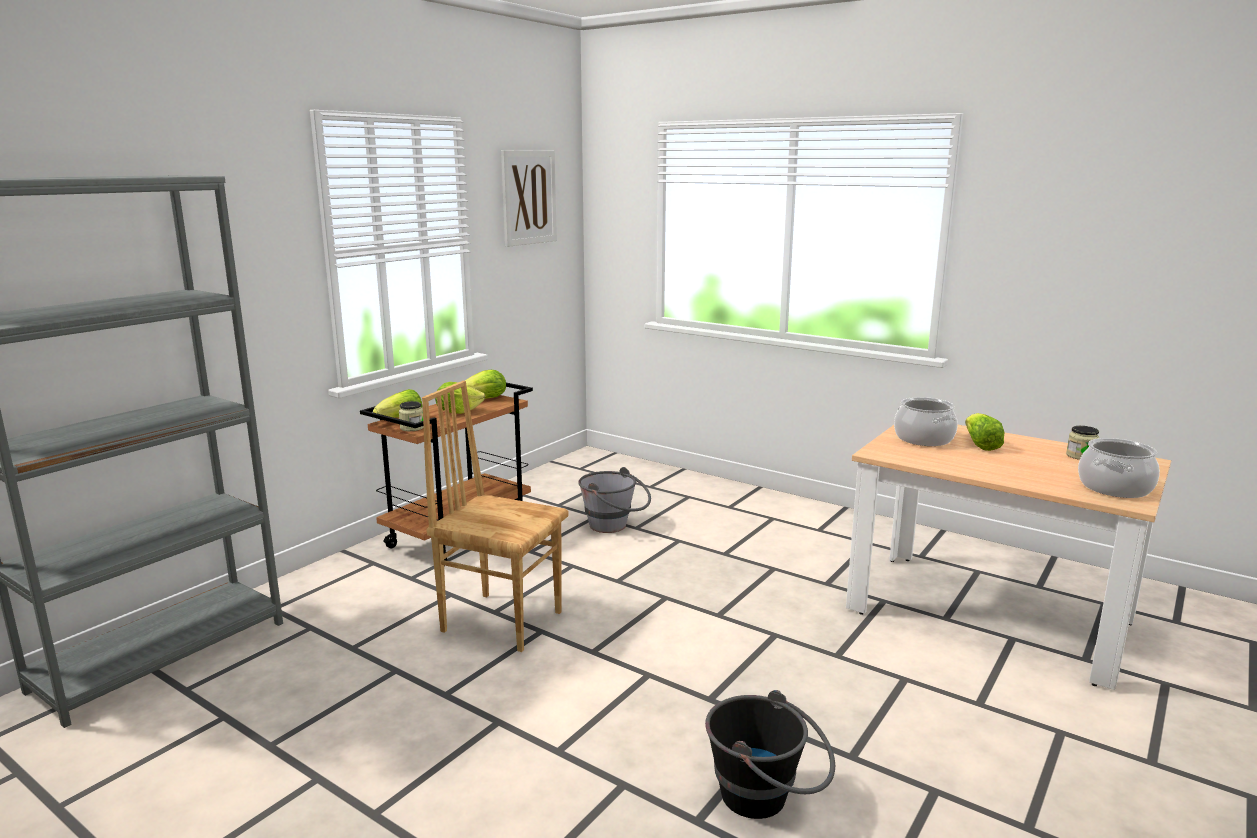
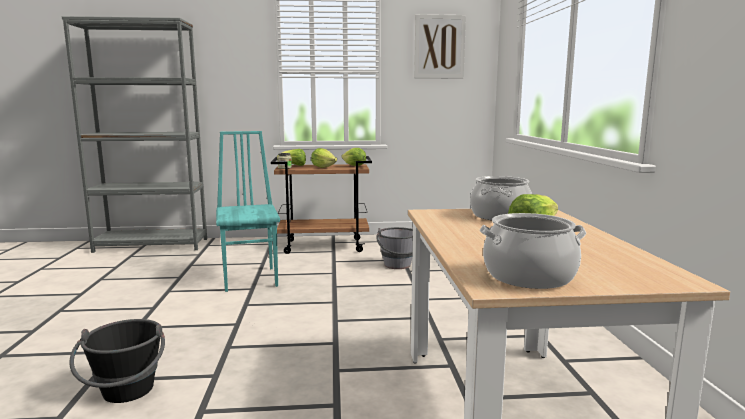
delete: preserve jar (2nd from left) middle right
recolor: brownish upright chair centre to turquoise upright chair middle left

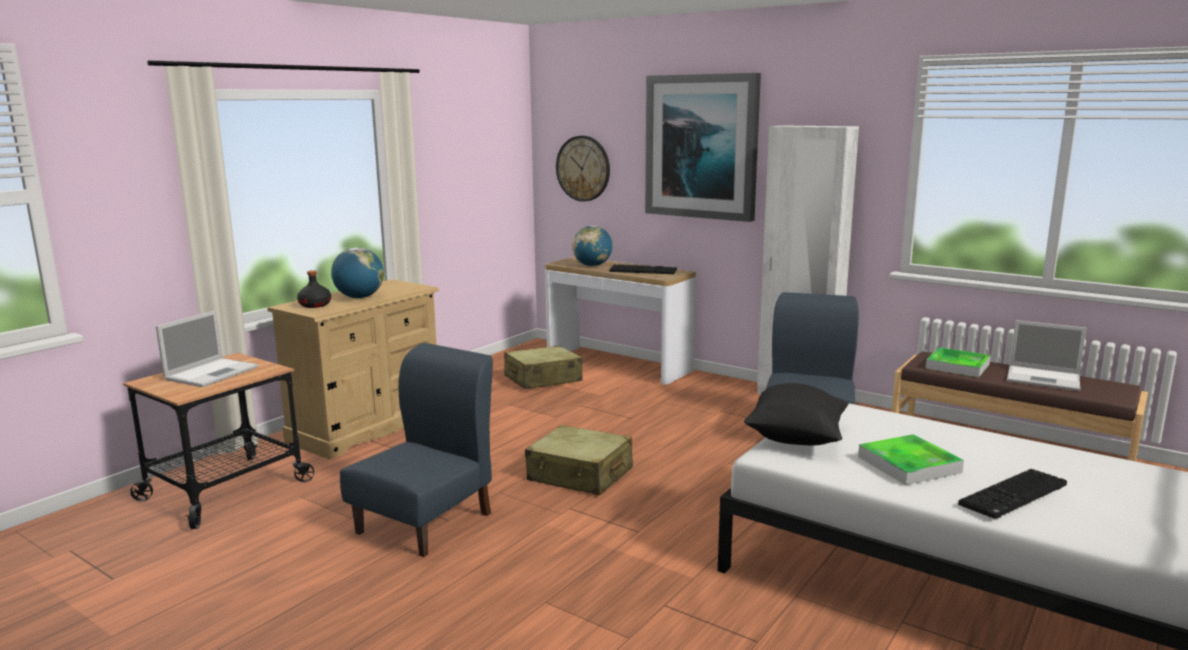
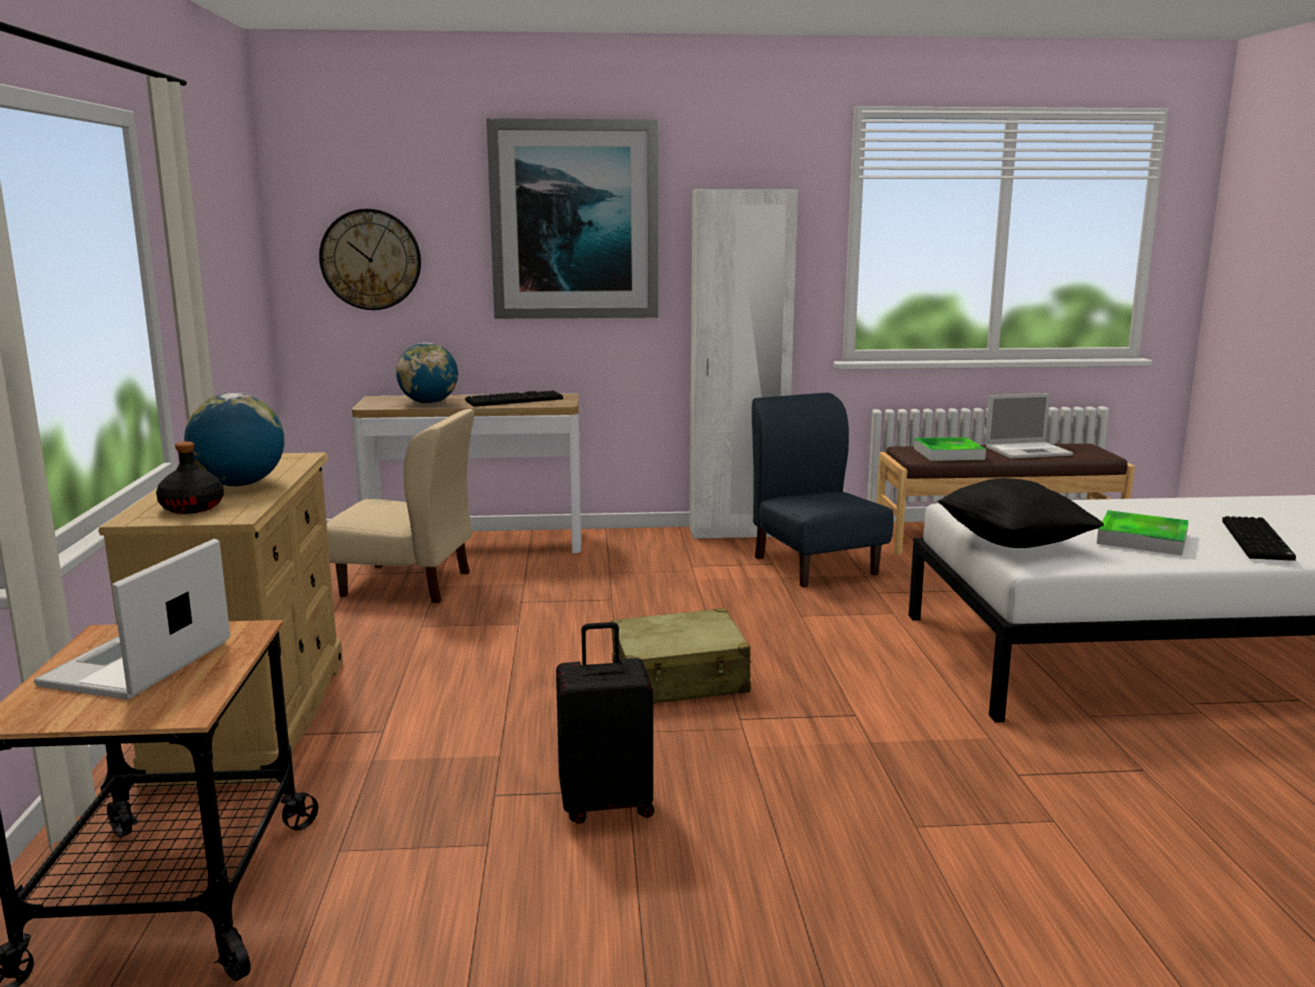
replace: blue-coloured upright chair (1st from left) bottom centre to black-coloured travel case bottom centre; beige travel case (1st from left) centre to beige upright chair middle left
rotate: notebook computer (1st from left) middle left = middle left 150 degrees counterclockwise

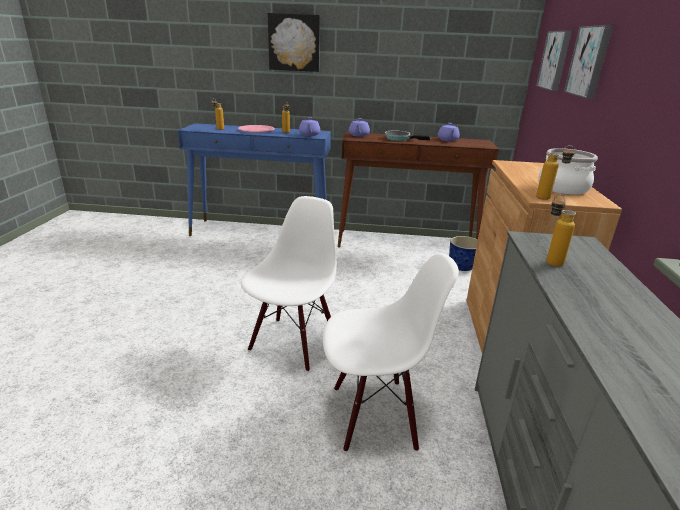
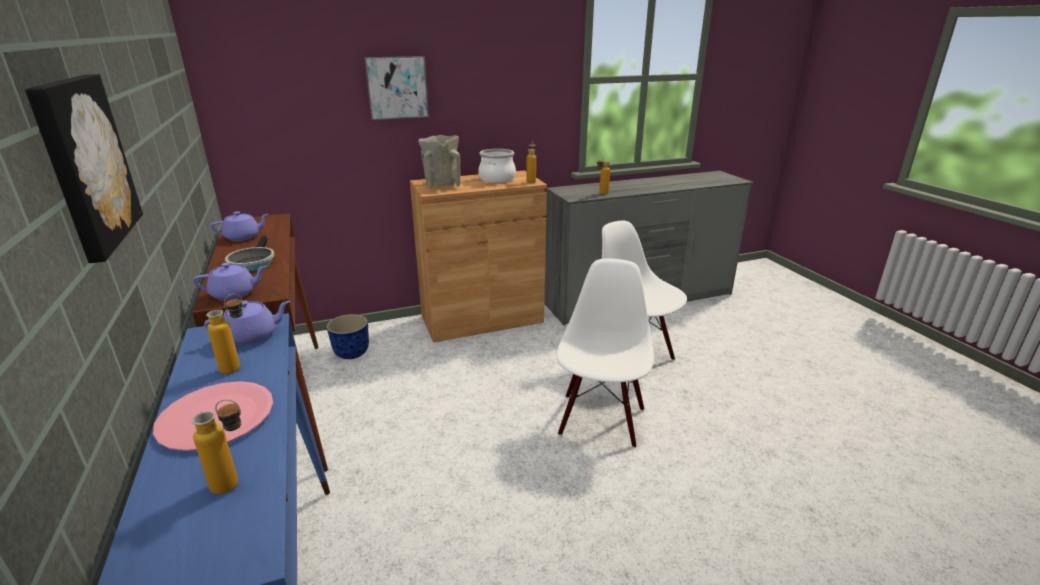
delete: picture (2nd from left) top right
insert: beige vase top centre
rotate: white-coloured upright chair (1st from left) centre = centre 105 degrees clockwise

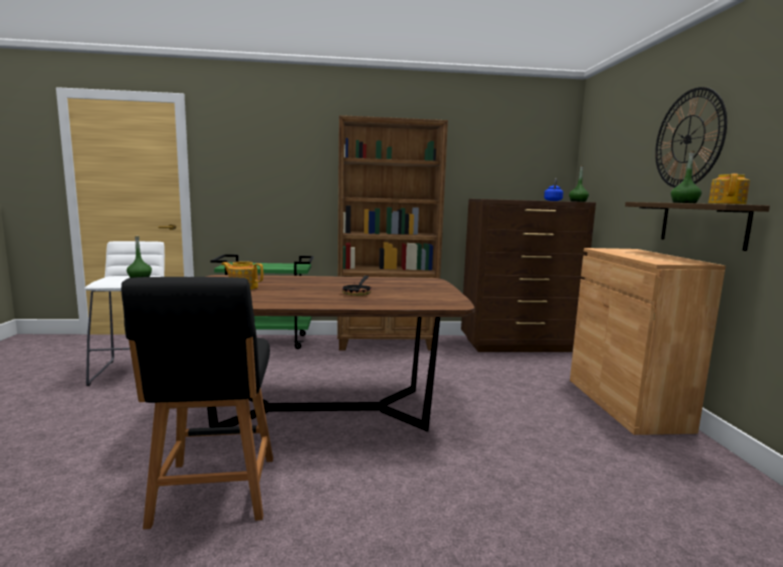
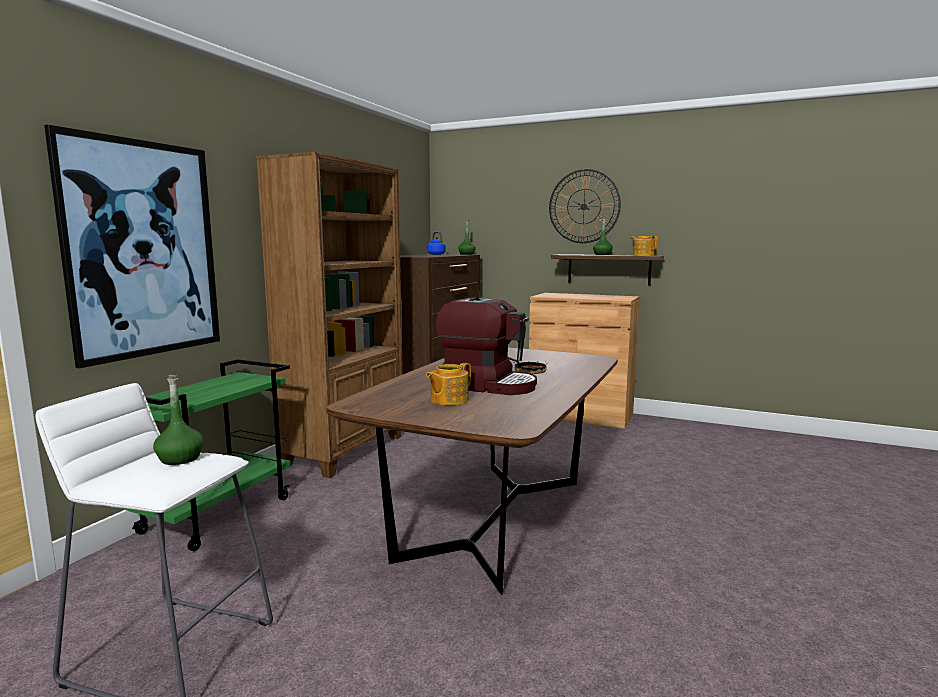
delete: black-coloured upright chair bottom left
insert: picture middle left; coffee maker centre

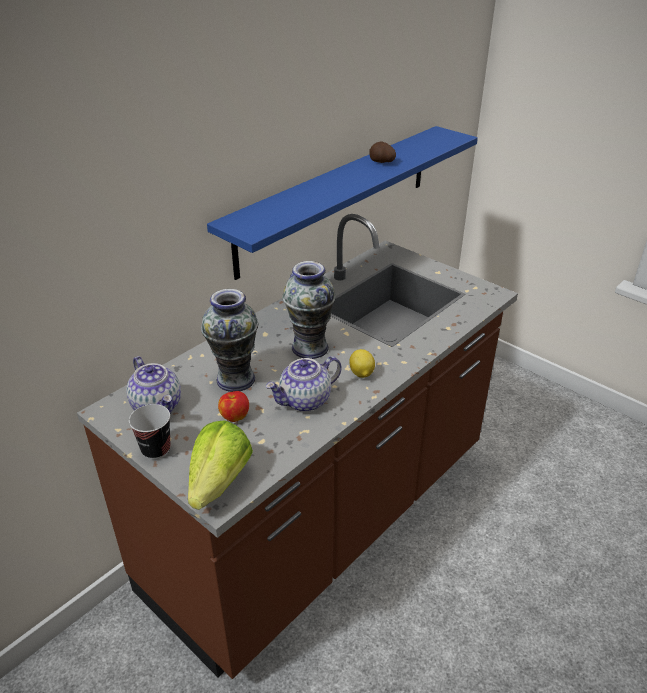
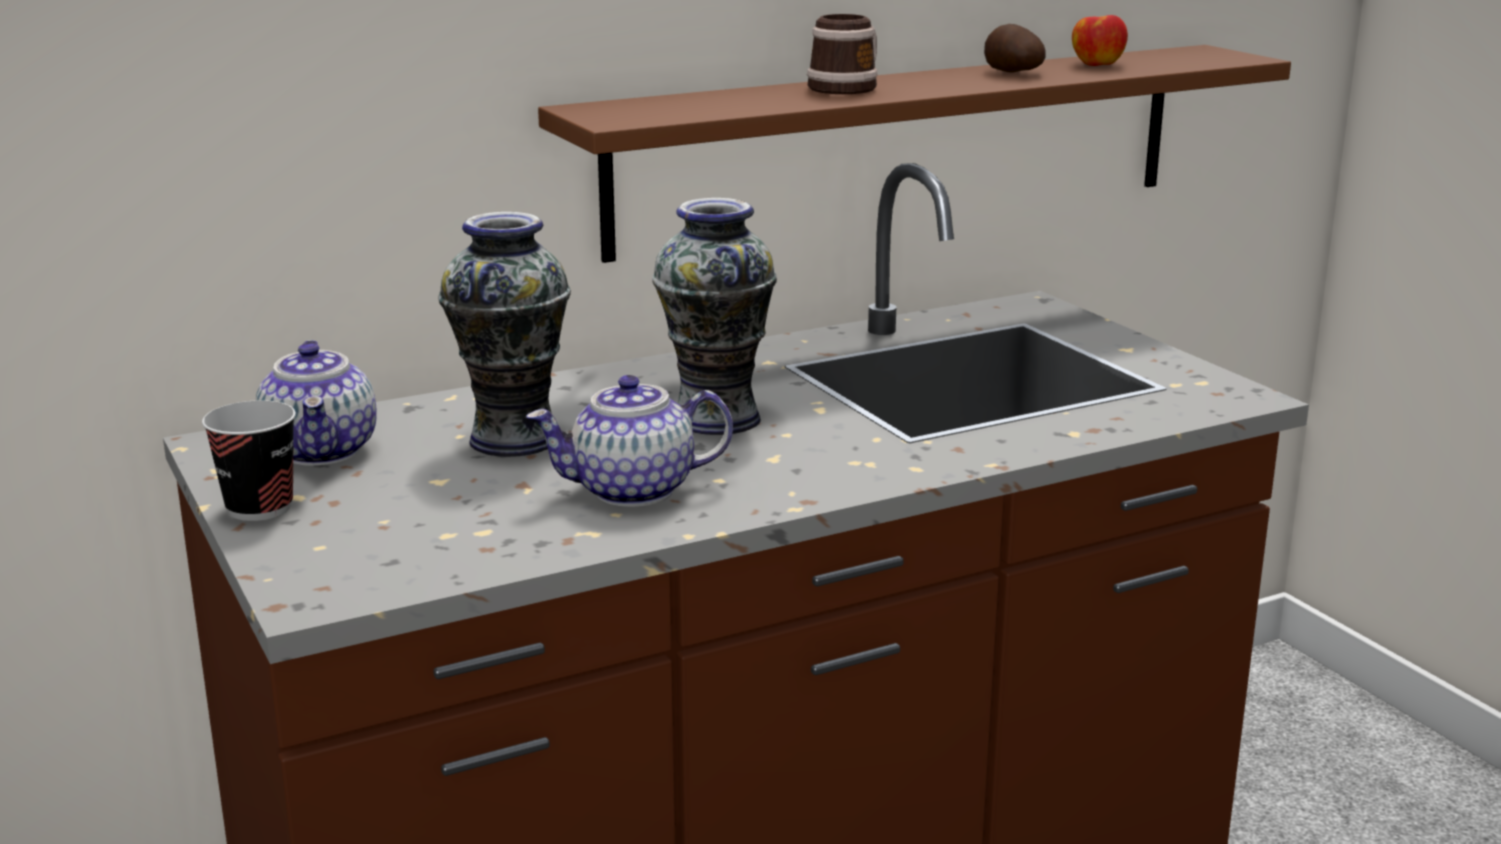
delete: whole lemon centre; lettuce bottom centre
insert: coffee mug top centre
move: apple fruit centre to top right
recolor: blue-coloured shelf top centre to brownish shelf top centre

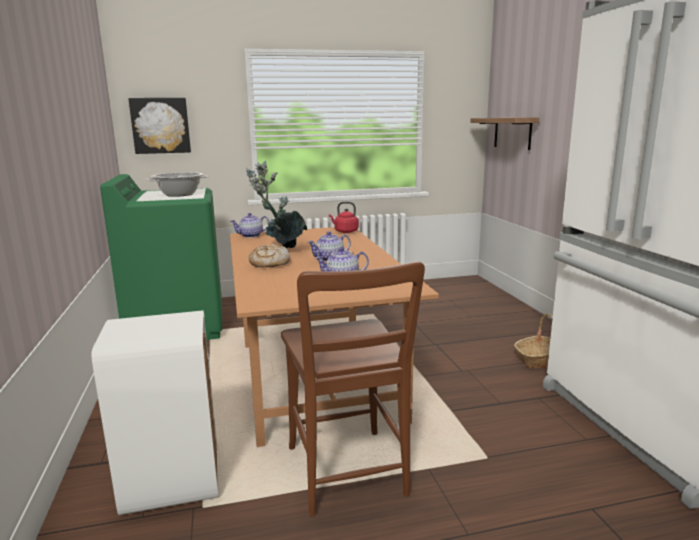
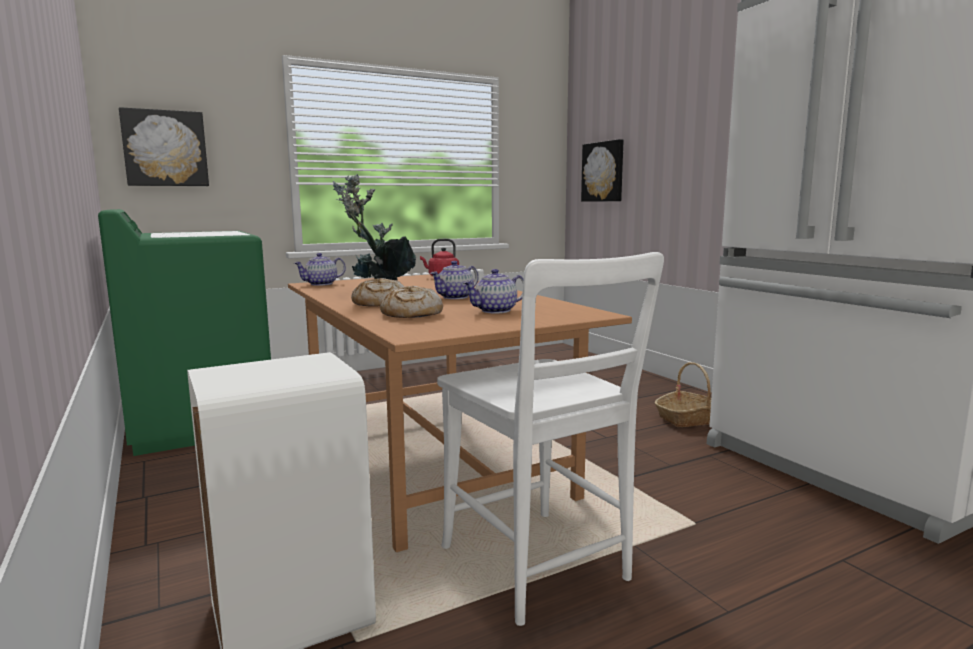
delete: stockpot middle left
insert: bread (2nd from left) centre
replace: shelf top right to picture (2nd from left) top centre
recolor: brownish upright chair bottom centre to white-coloured upright chair bottom centre

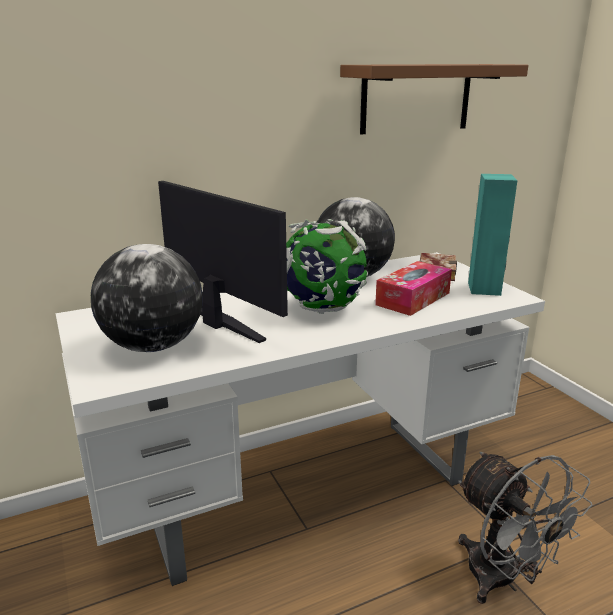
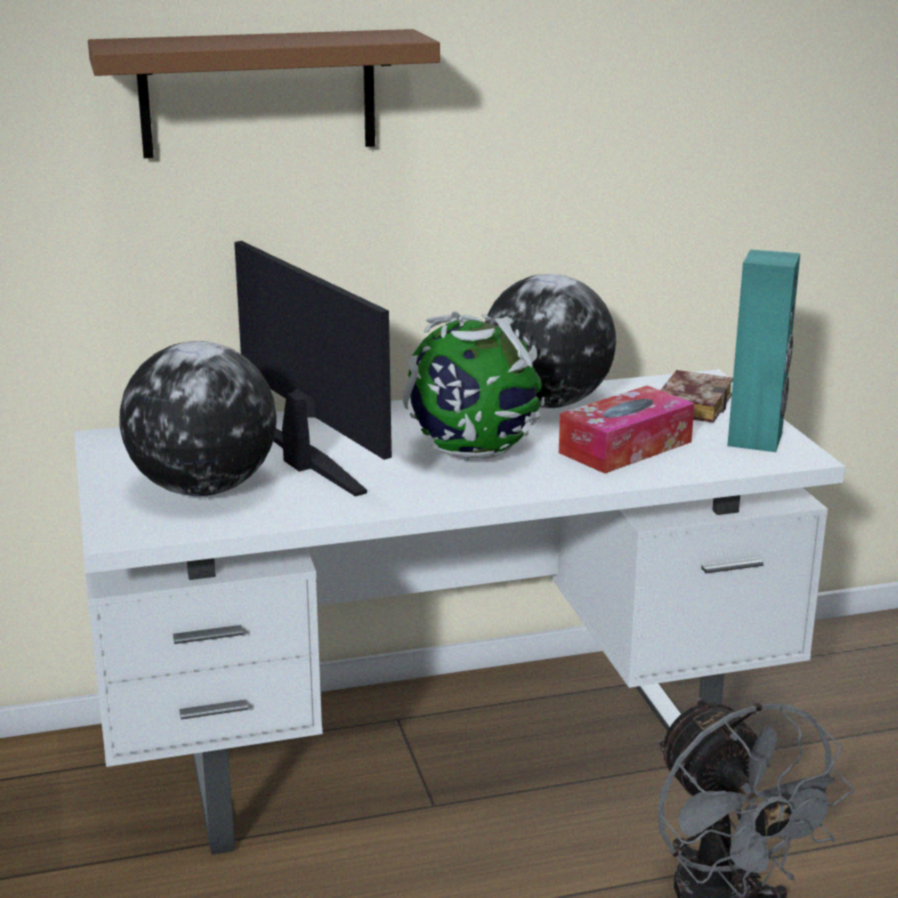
move: brownish shelf top right to top left

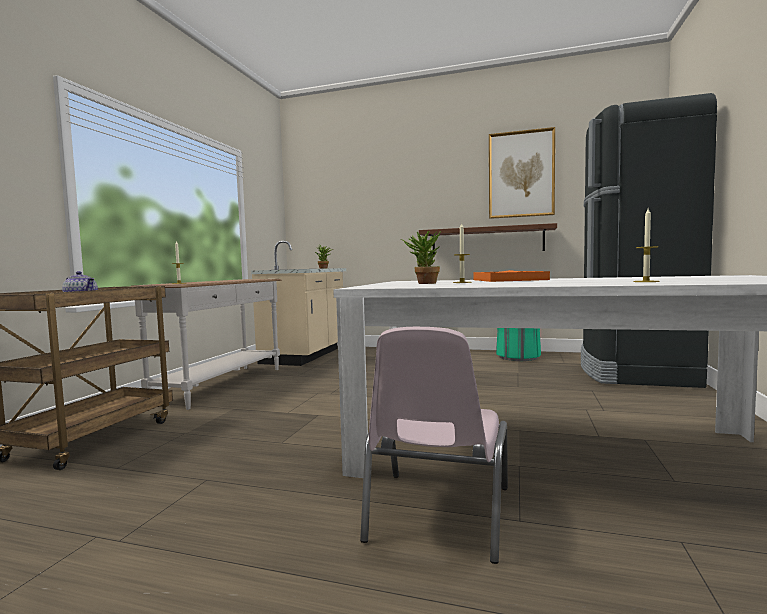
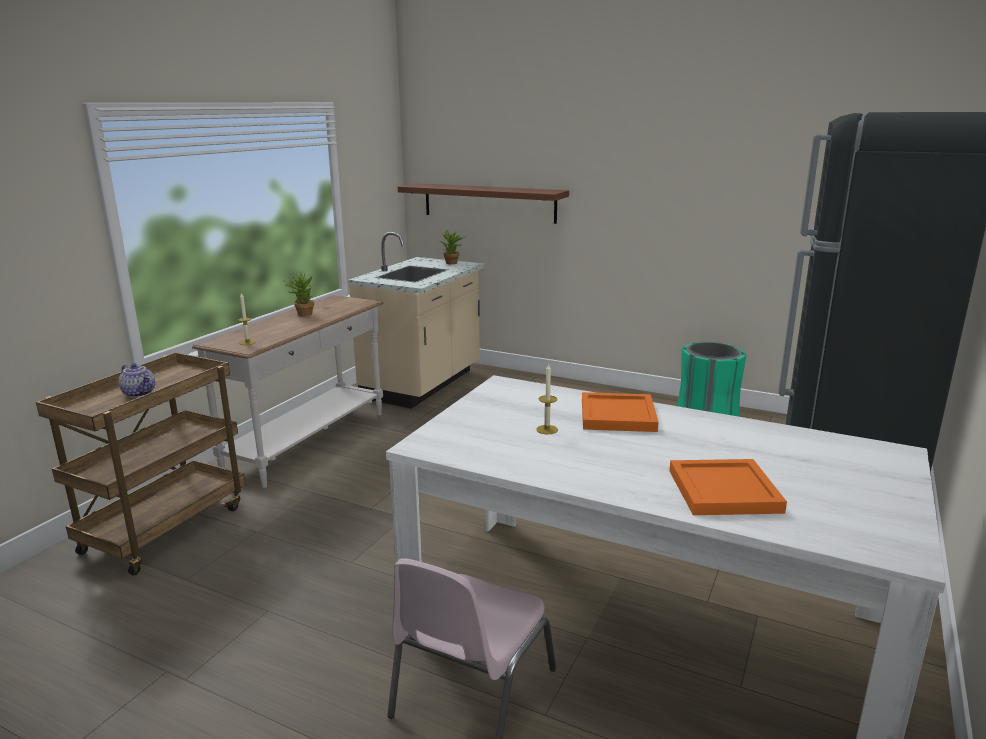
delete: picture top right
move: brownish shelf centre to top centre; potted plant (2nd from left in the first image) centre to potted plant (1st from left) middle left
replace: wax candle (3rd from left) middle right to orange-coloured carrying tray (2nd from left) middle right

